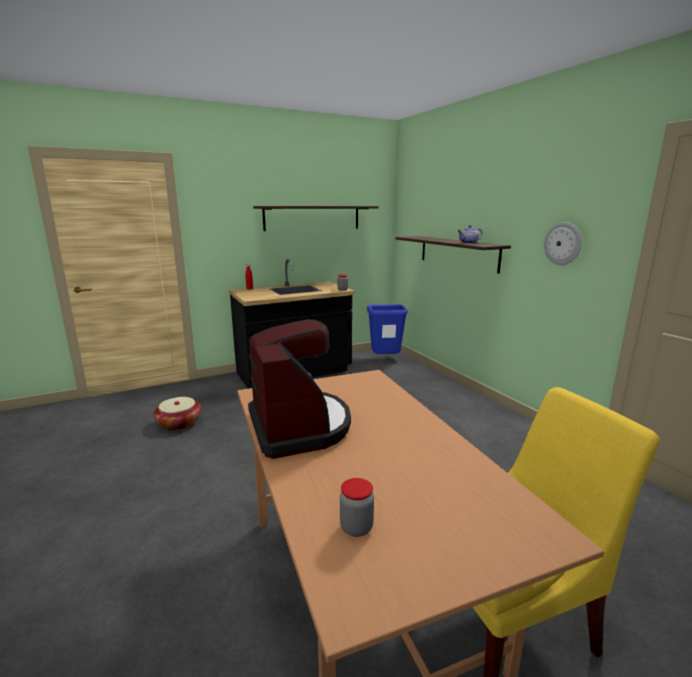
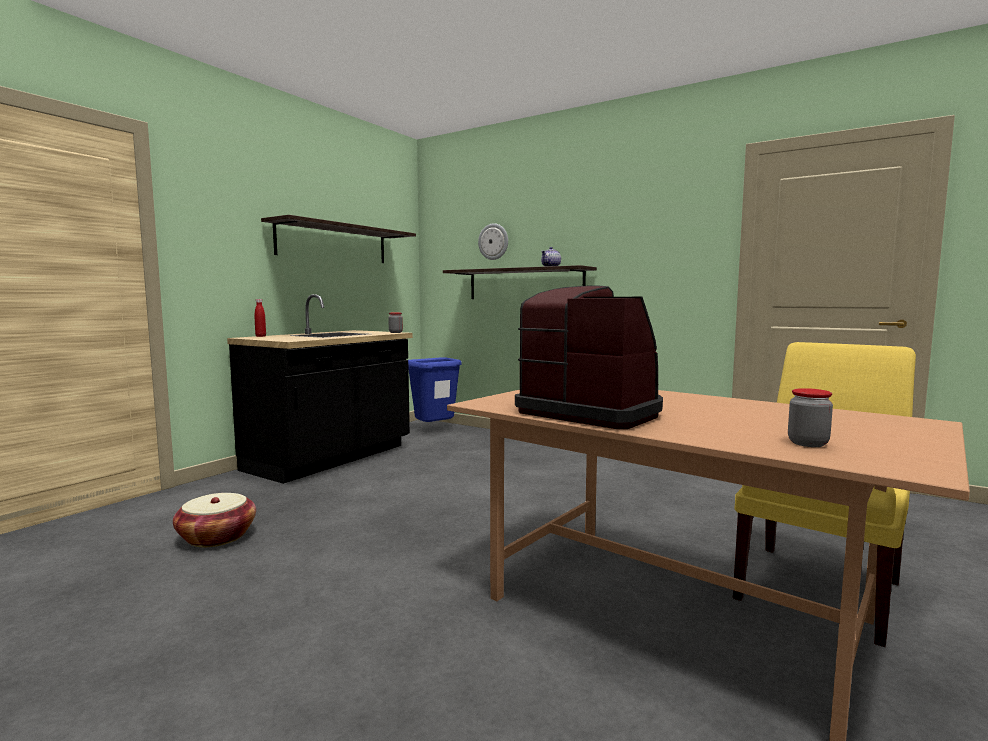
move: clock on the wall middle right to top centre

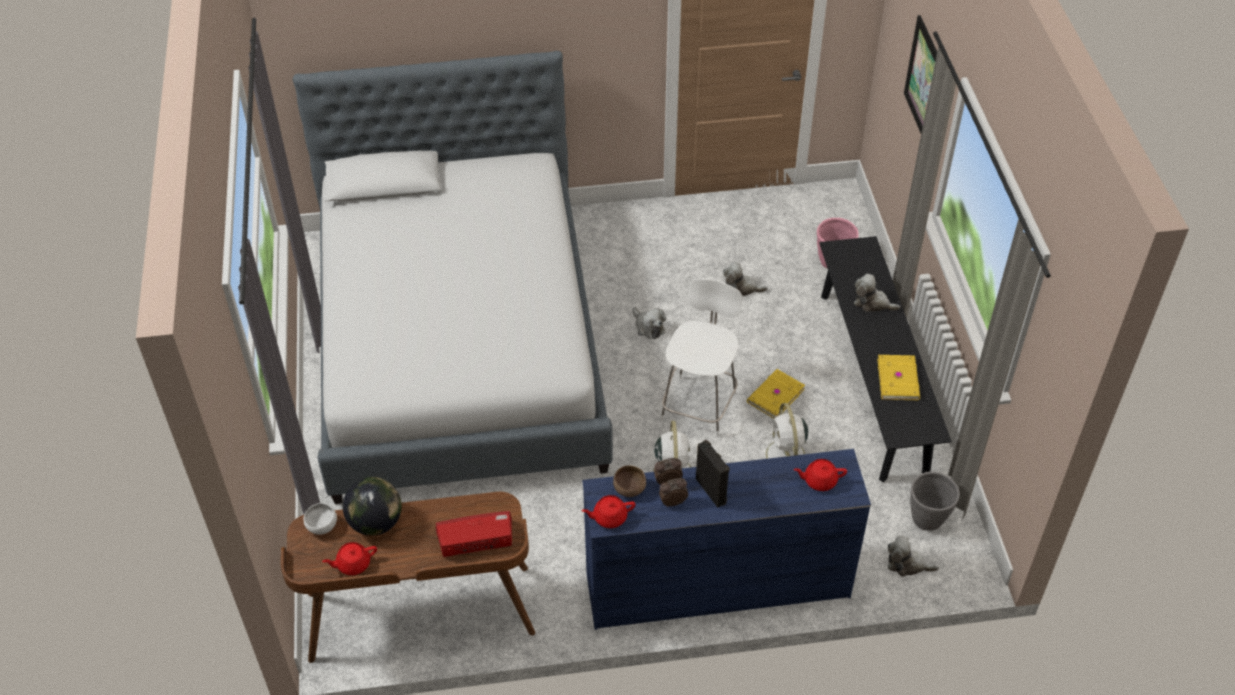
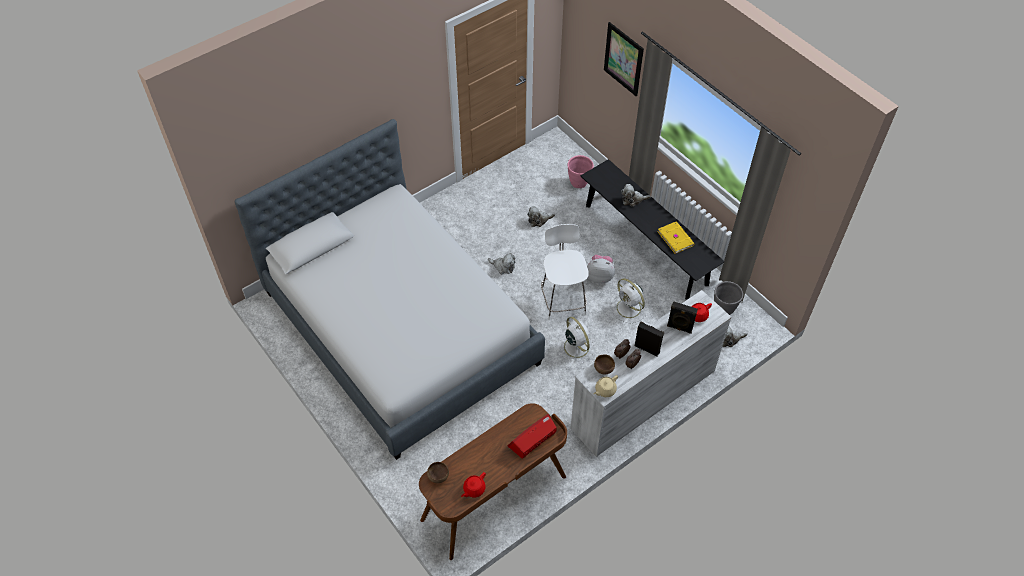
delete: desk globe bottom left
insert: black-coloured audio speaker (2nd from left) centre
replace: yellow-coloured bound book (1st from left) centre to cuddly toy (3rd from left) centre
recolor: blue-coloured dresser bottom centre to white-coloured dresser centre; reddish tea pot (2nd from left) bottom centre to beige tea pot bottom centre; white-coloured bowl bottom left to brownish bowl (1st from left) bottom centre

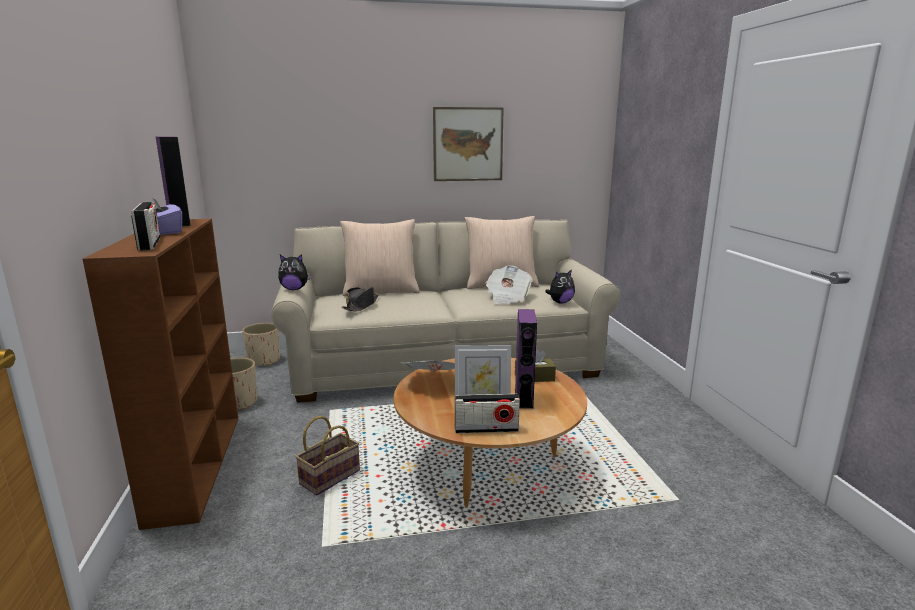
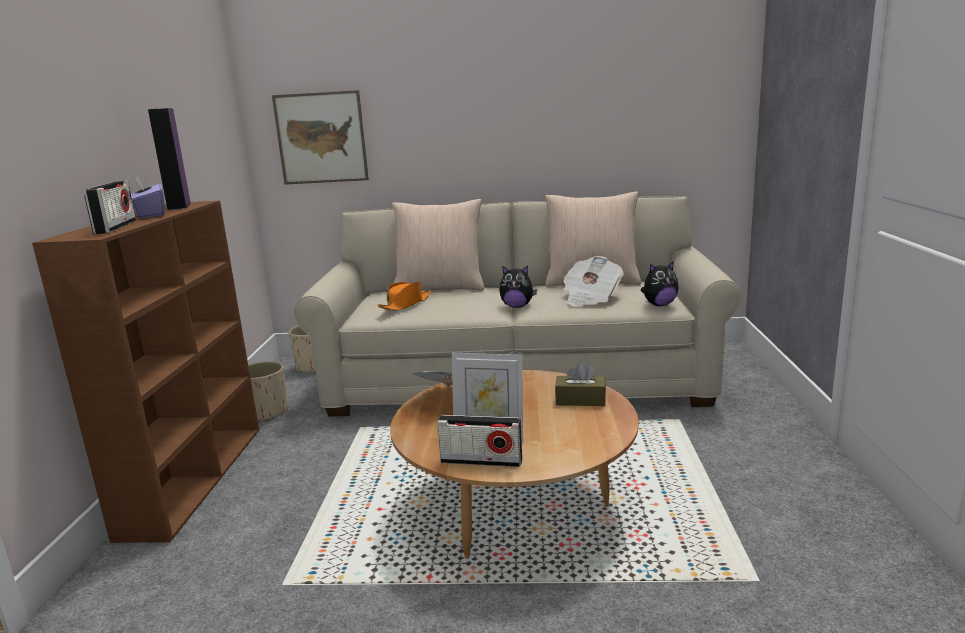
delete: purplish audio speaker (2nd from left) centre; household basket bottom centre
move: picture top centre to top left; cuddly toy (1st from left) middle left to centre
recolor: black-coloured hat centre to orange-coloured hat centre

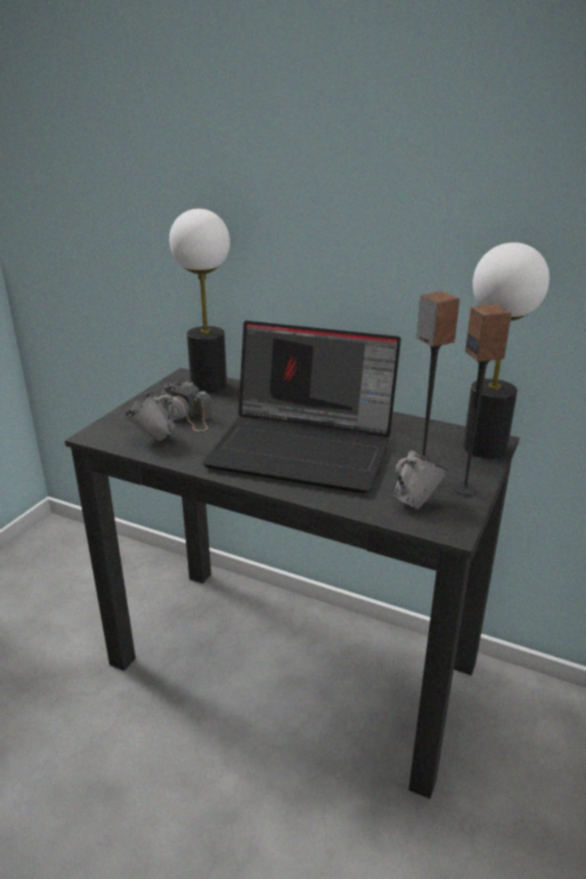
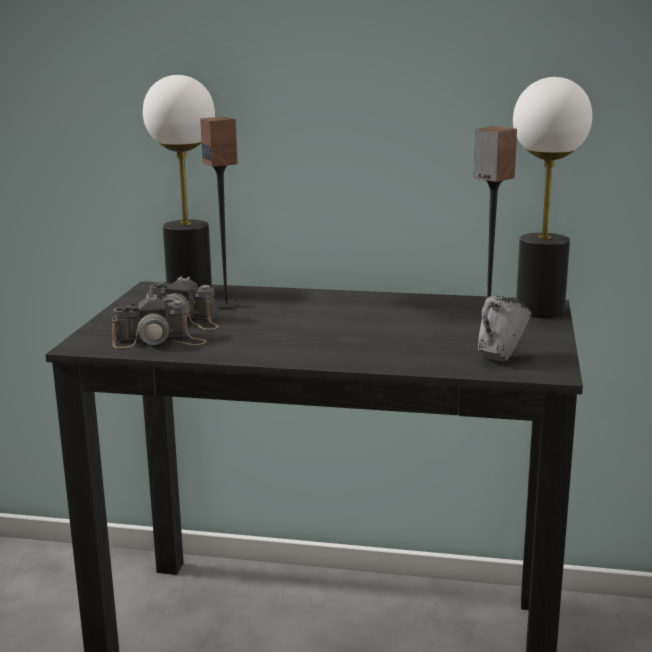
delete: notebook computer centre
move: audio speaker (2nd from left in the first image) middle right to audio speaker (1st from left) top centre
replace: greyish coffee mug (1st from left) middle left to still camera (1st from left) middle left

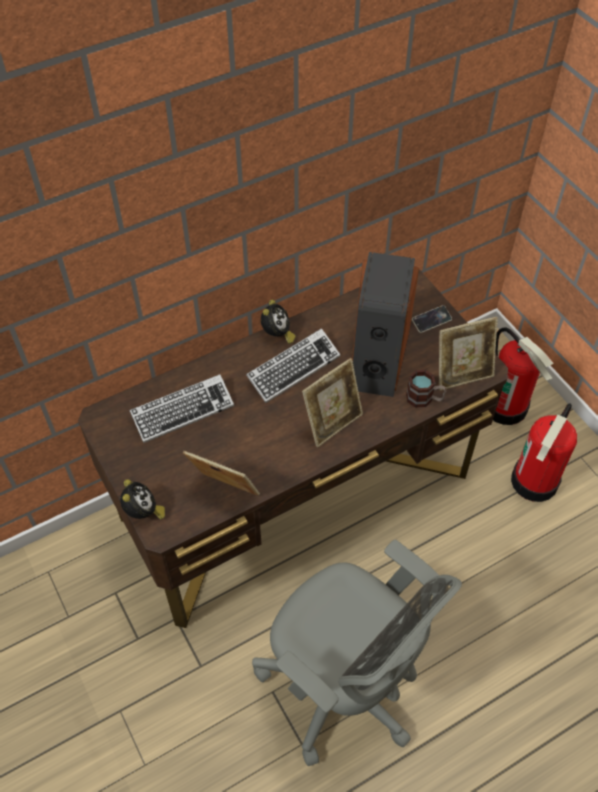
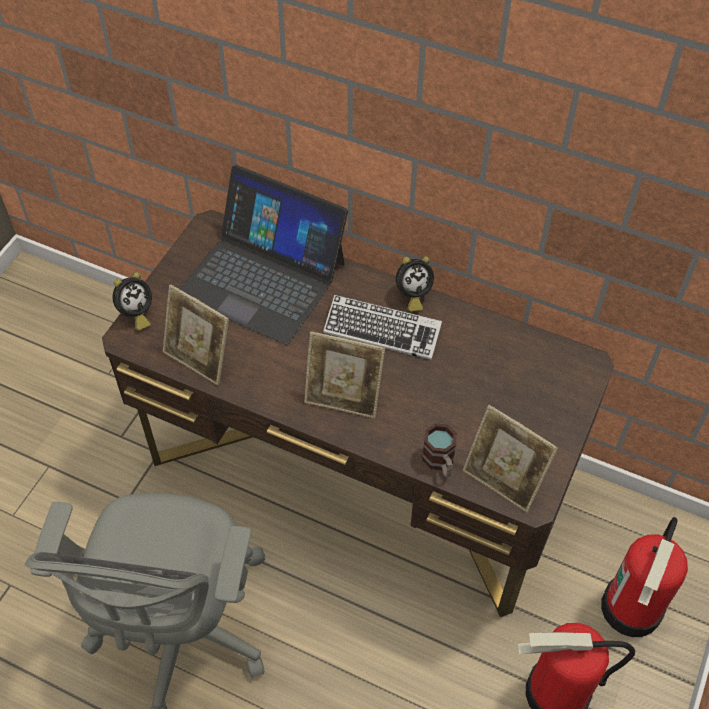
delete: audio speaker centre; phone middle right
replace: keyboard (1st from left) middle left to notebook computer centre
rotate: standing frame (1st from left) centre = middle left 135 degrees clockwise

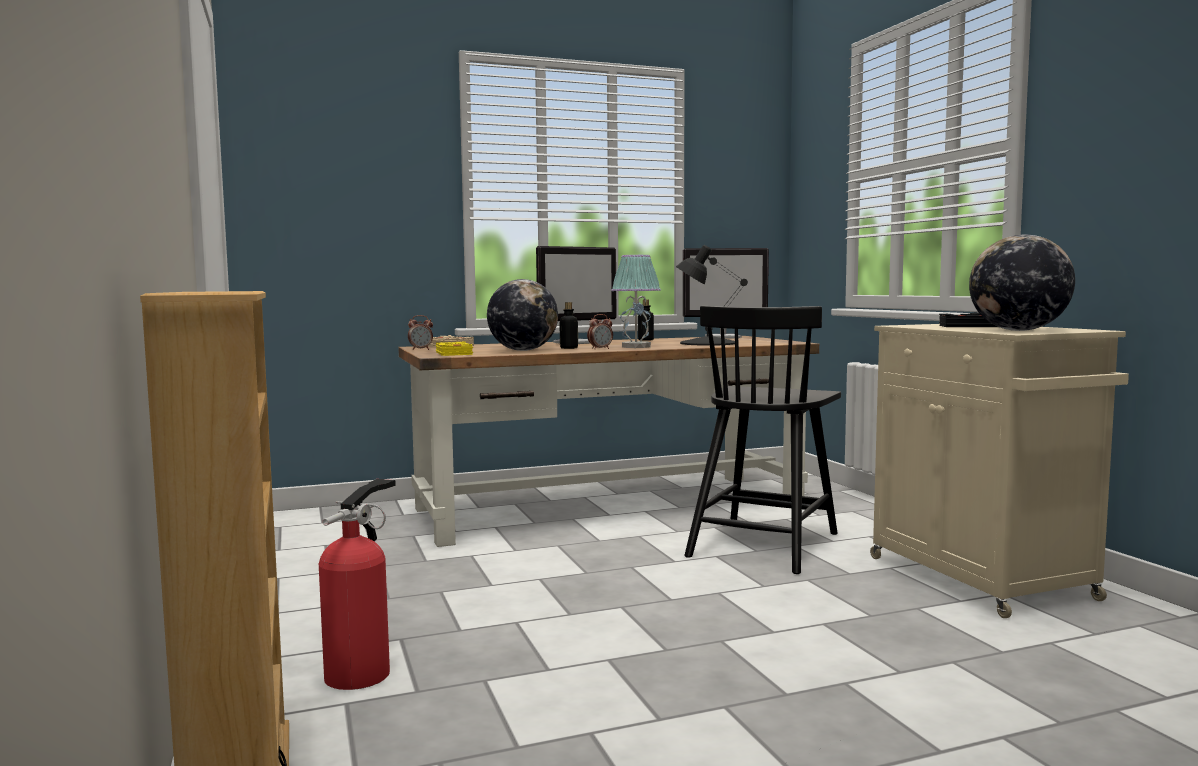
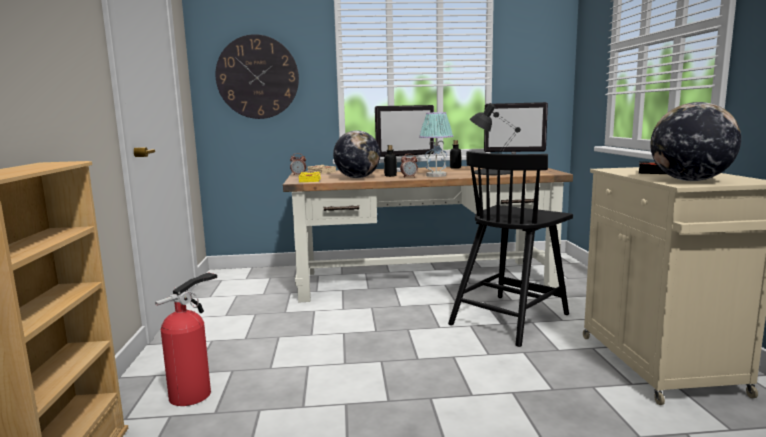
insert: clock on the wall top centre

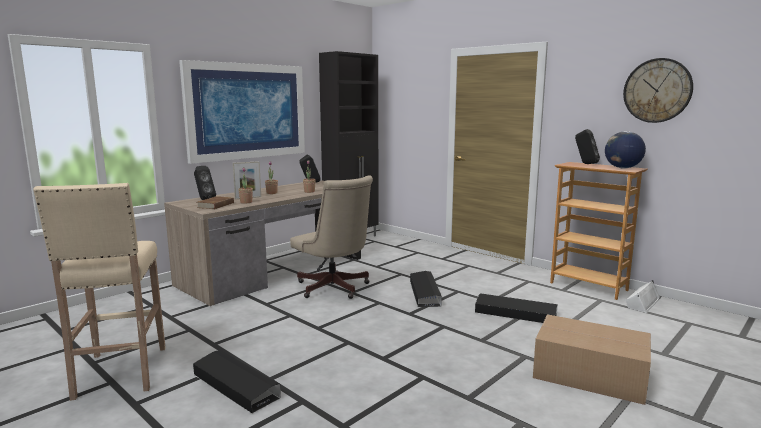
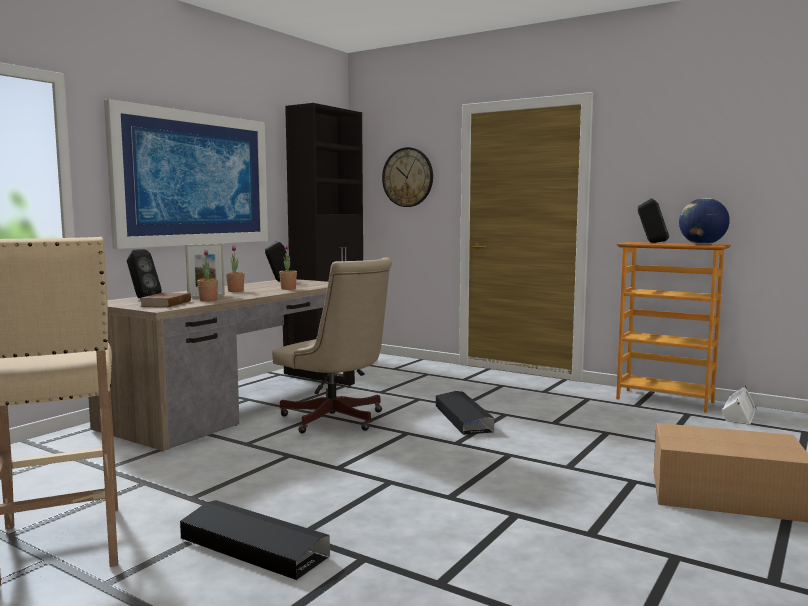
delete: black-coloured storage container (3rd from left) bottom right
move: clock on the wall top right to top centre

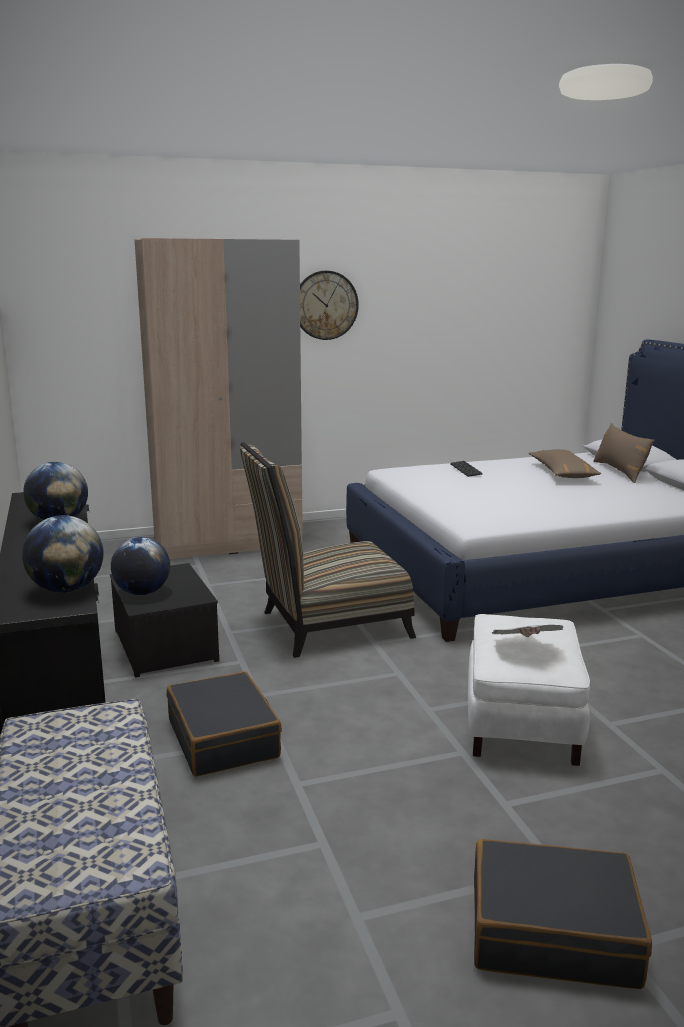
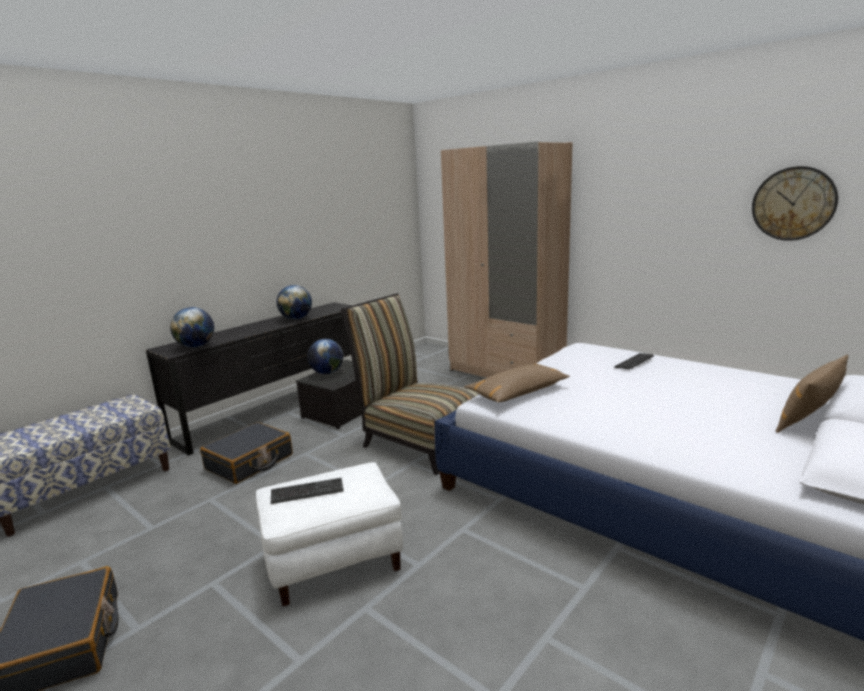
move: clock on the wall top centre to top right; brownish pillow (1st from left) middle right to centre
replace: newspaper middle right to keyboard (1st from left) bottom centre

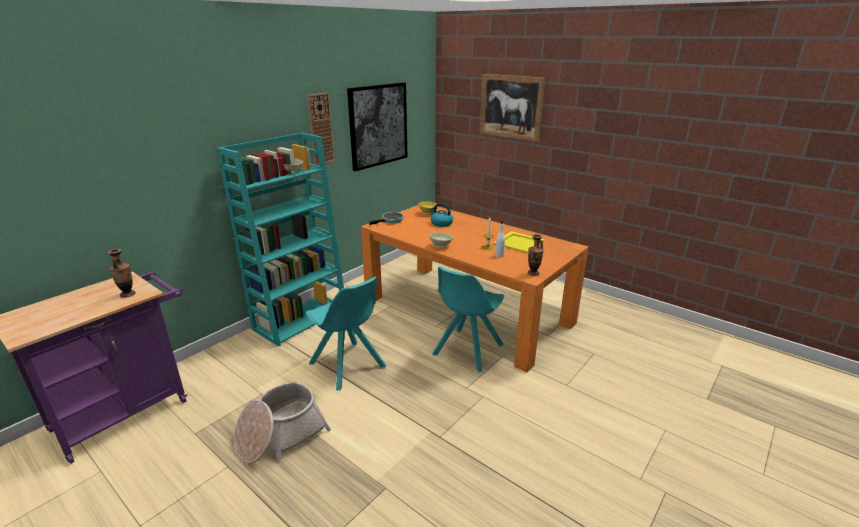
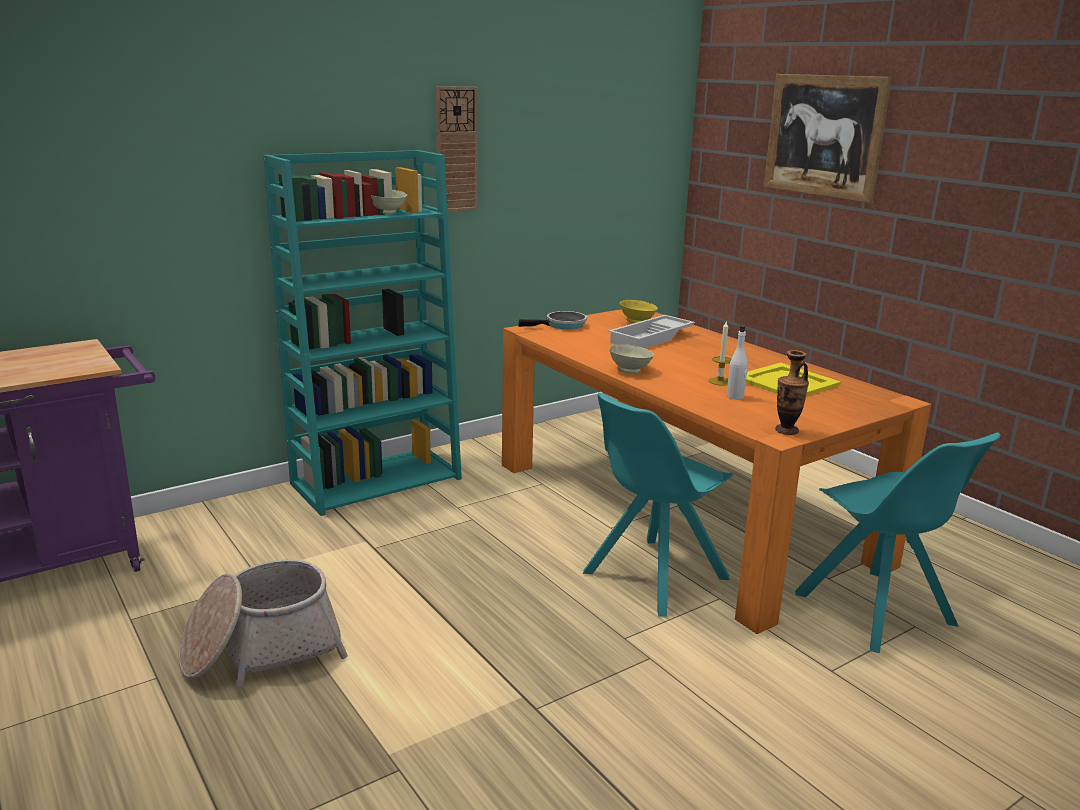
delete: picture (1st from left) top centre; vase (1st from left) middle left
move: turquoise upright chair (1st from left in the first image) centre to turquoise upright chair (2nd from left) bottom right
replace: kettle centre to white-coloured carrying tray centre

